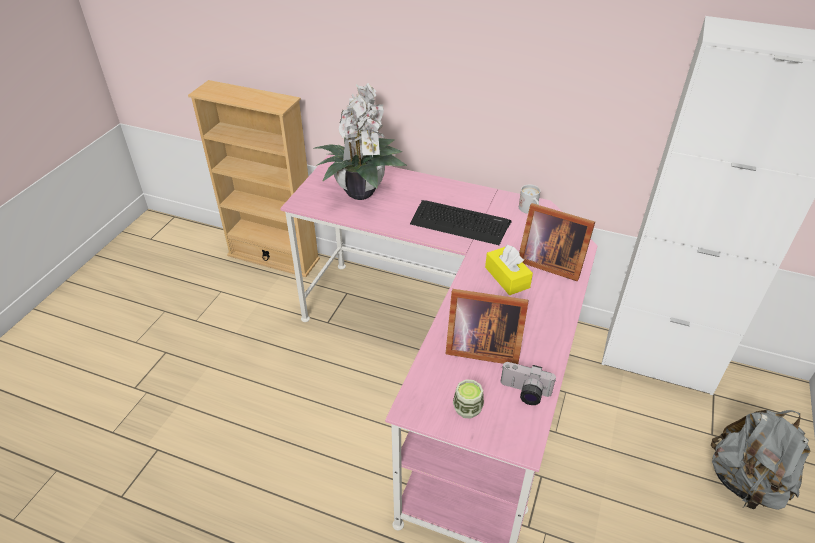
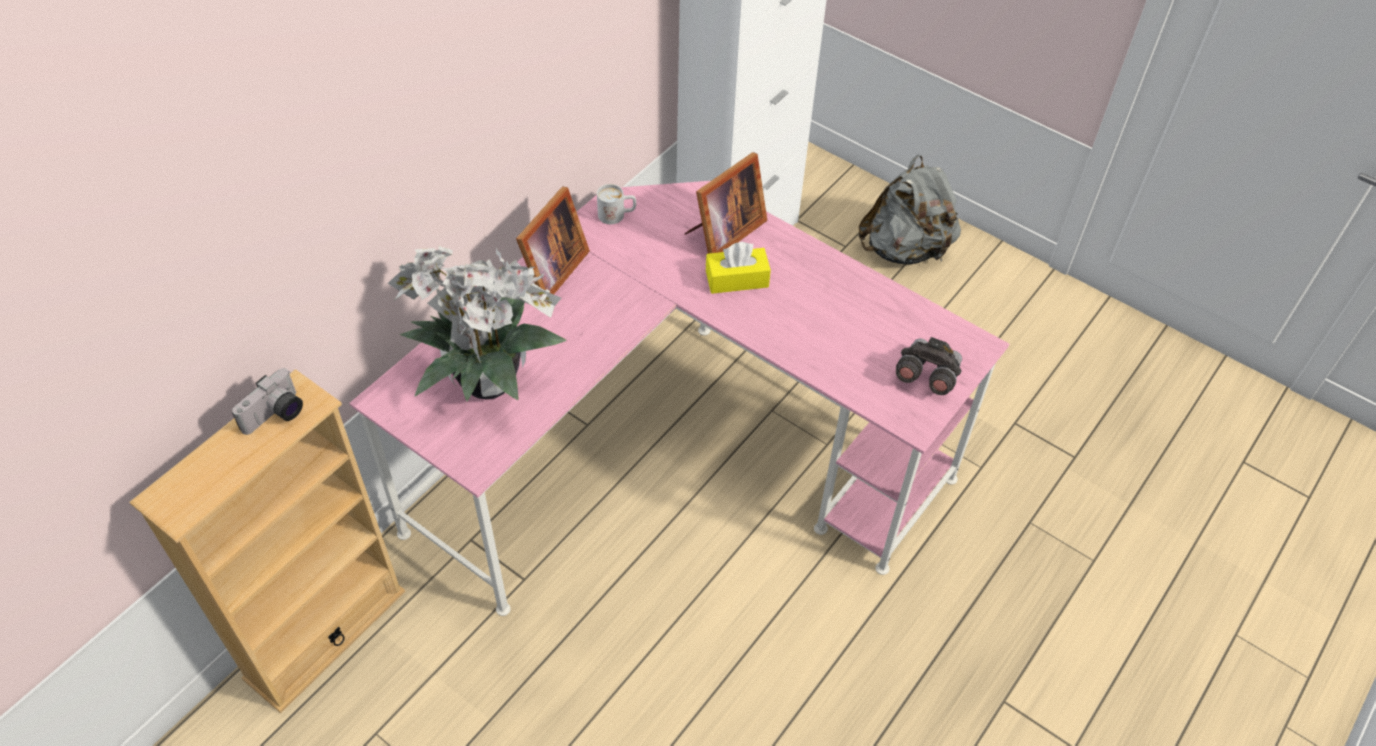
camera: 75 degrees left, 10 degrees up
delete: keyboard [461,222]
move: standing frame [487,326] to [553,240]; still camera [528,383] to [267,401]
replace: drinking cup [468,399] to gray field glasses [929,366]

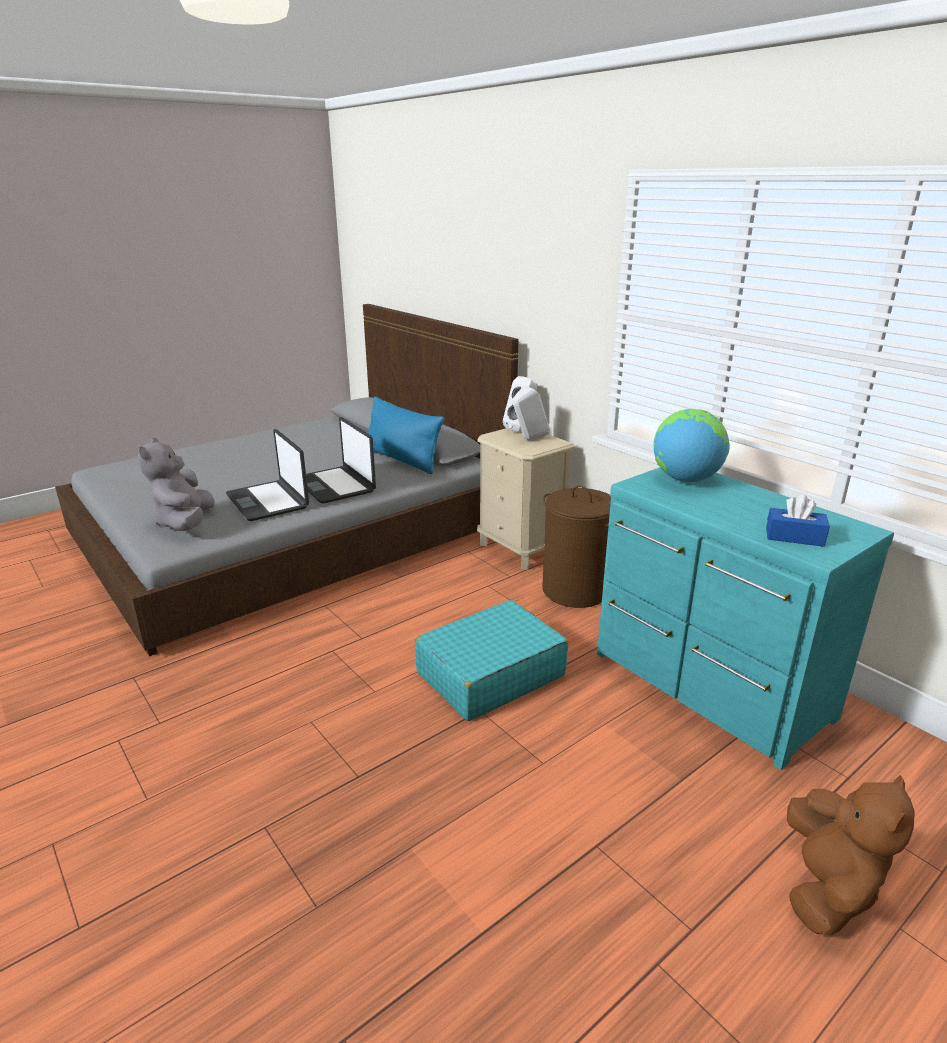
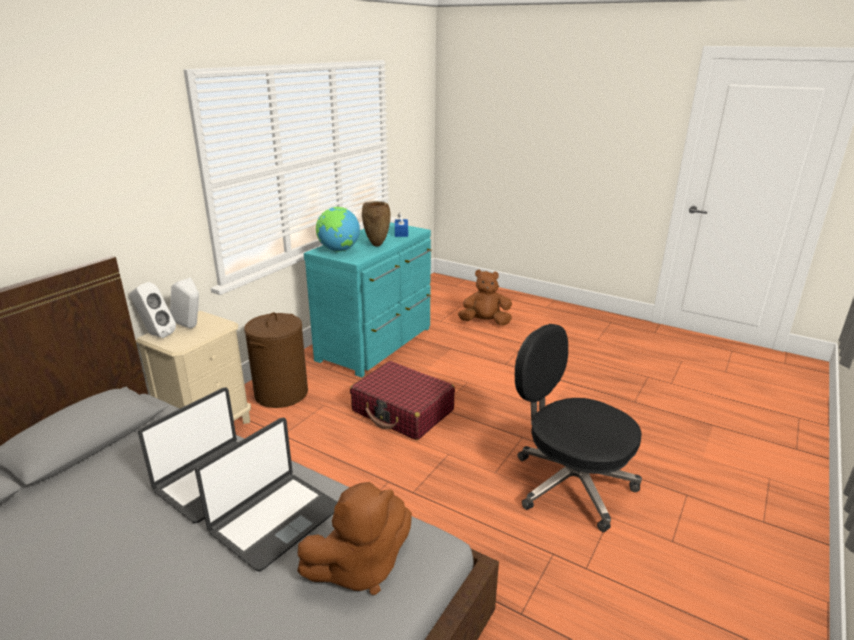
camera: 110 degrees left, 0 degrees up
delete: blue pillow [406,435]
insert: brown-coloured decorative vase [376,224]; black-coloured computer chair [578,428]
recolor: gray soft toy [176,484] to brown-coloured soft toy [354,538]; blue-green travel case [491,660] to red-coloured travel case [402,400]

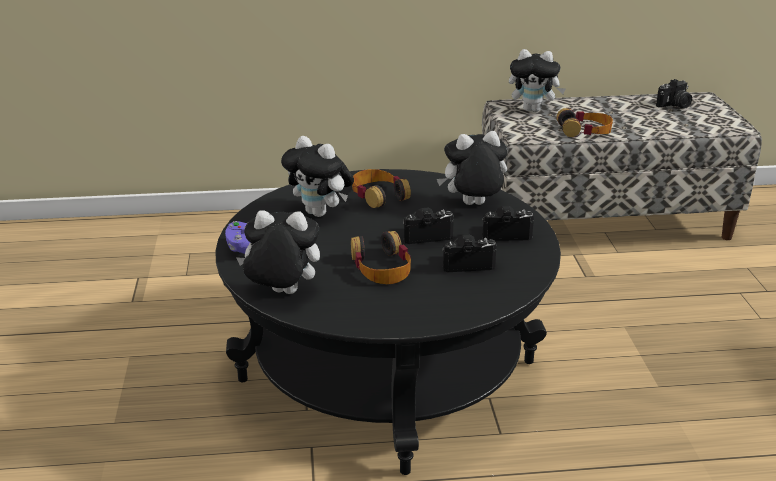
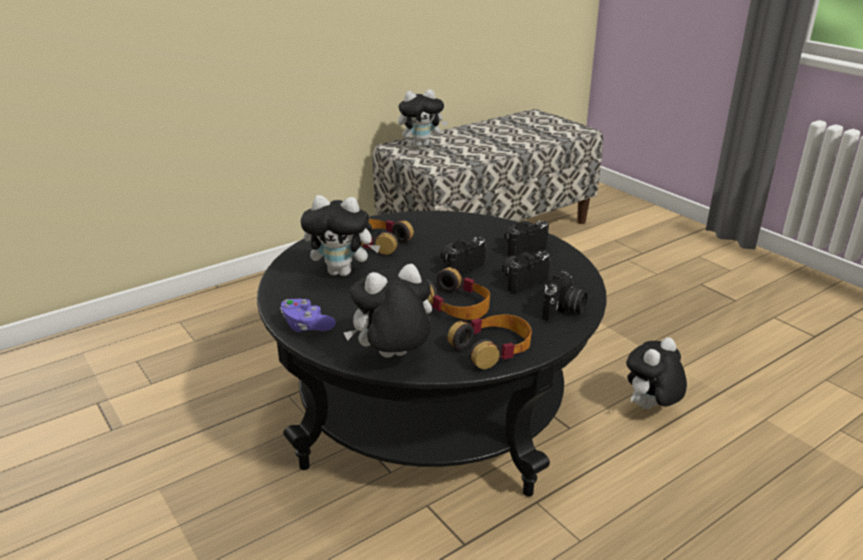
camera: 30 degrees left, 0 degrees up
move: soft toy [472,168] to [656,373]; pair of headphones [584,123] to [489,342]; still camera [674,93] to [564,296]

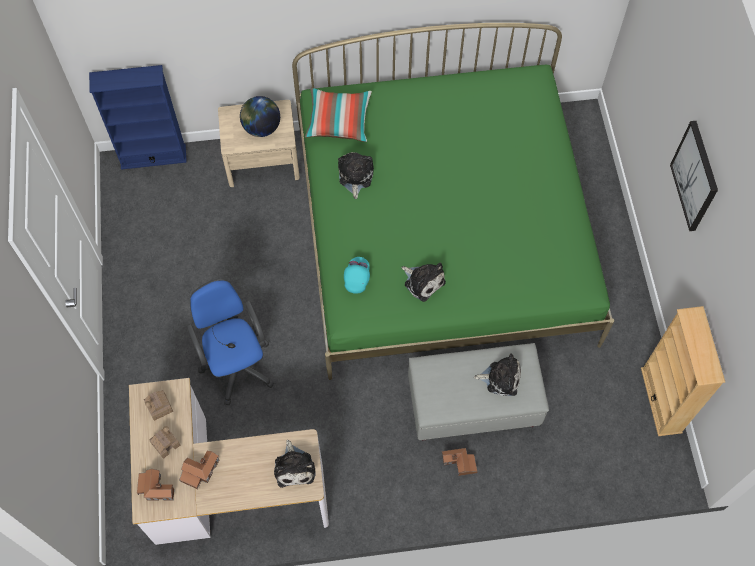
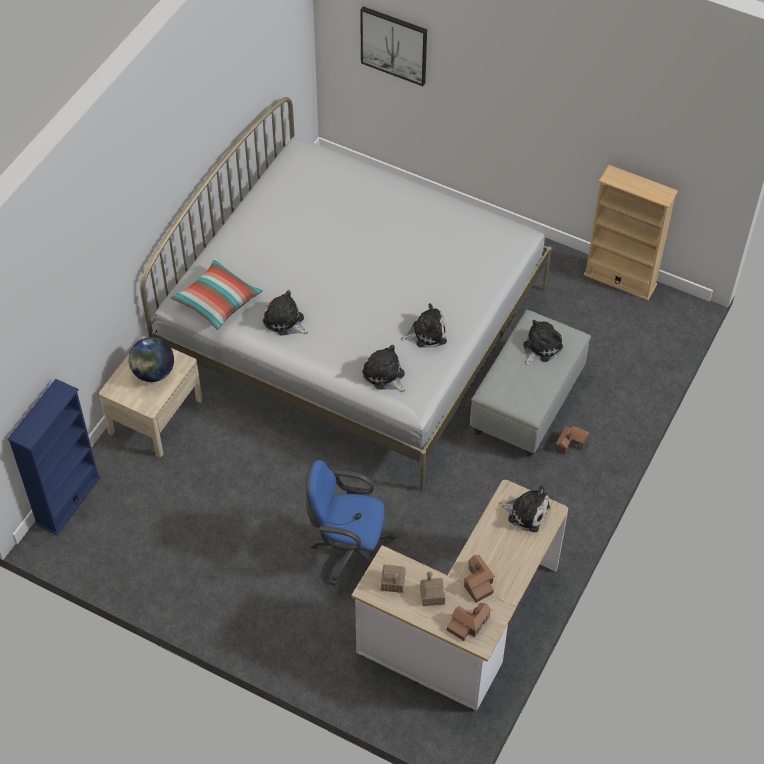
camera: 55 degrees left, 10 degrees down
move: picture [694,176] to [393,46]
replace: blue-green peaked cap [357,275] to soft toy [383,368]
recolor: green-coloured bed [453,201] to white bed [346,294]

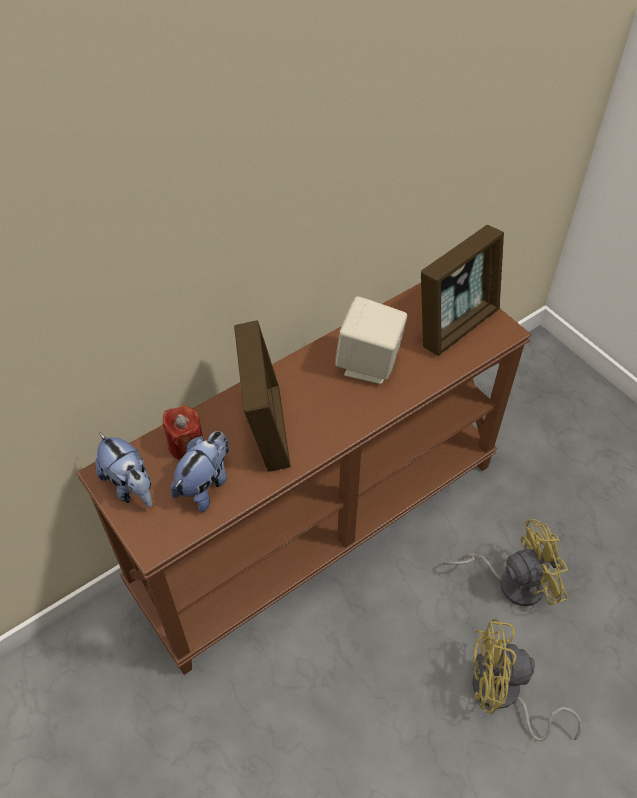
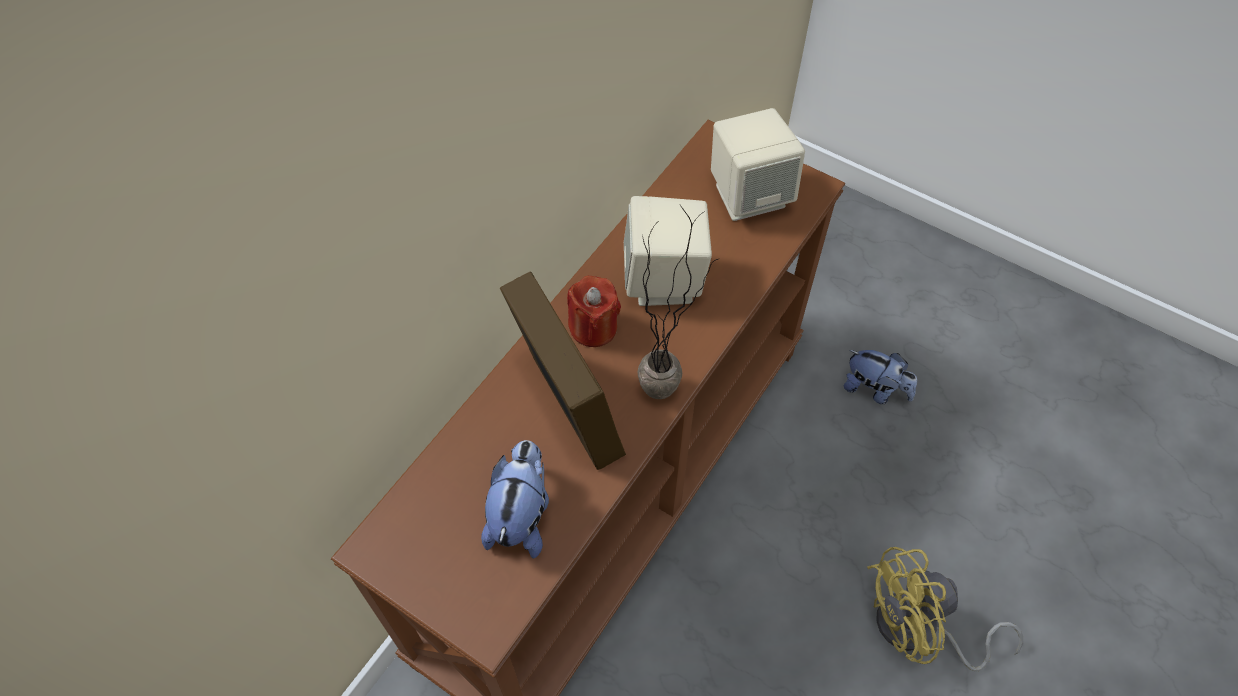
camera: 20 degrees left, 5 degrees up
delete: yellowish electric fan [505,562]
insert: houseplant [678,302]
move: soft toy [123,469] to [880,377]; red-coloured wax light [183,432] to [594,311]
replace: standing frame [462,290] to sand-coloured loudspeaker [758,164]

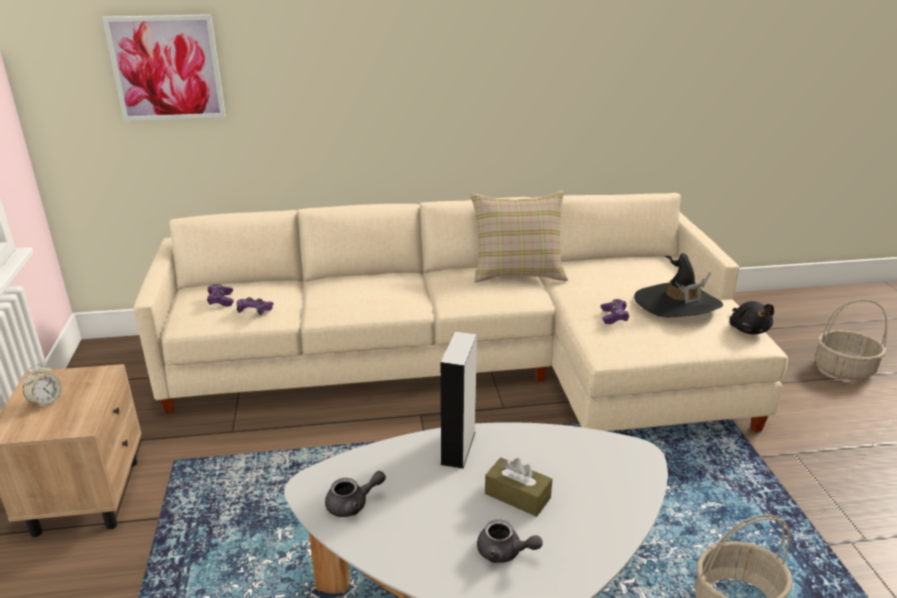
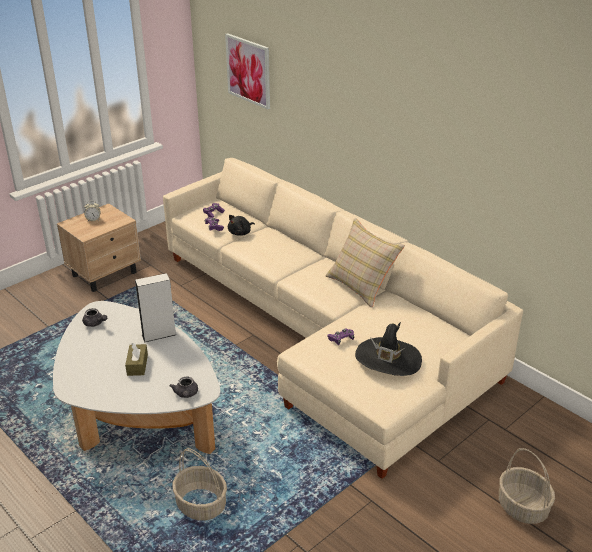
camera: 55 degrees right, 5 degrees up
move: gray tea pot [510,541] to [183,387]; black-coloured soft toy [751,317] to [241,225]

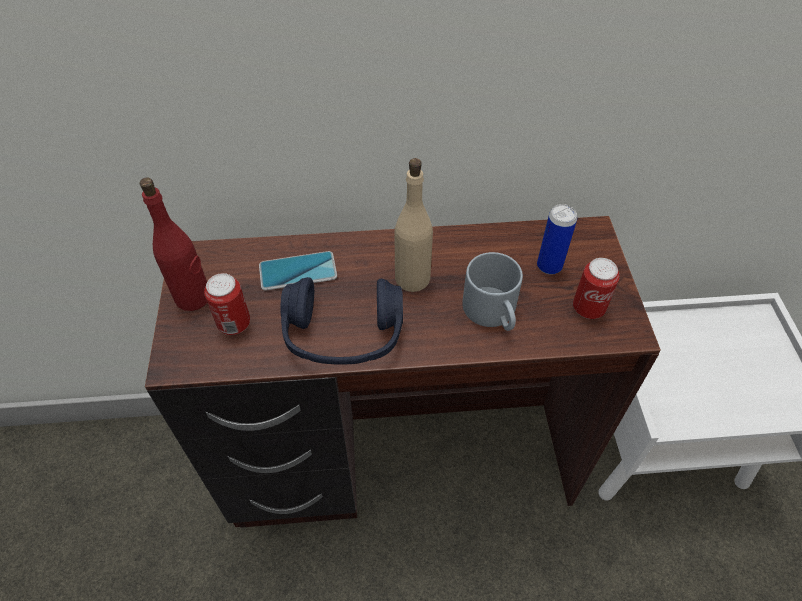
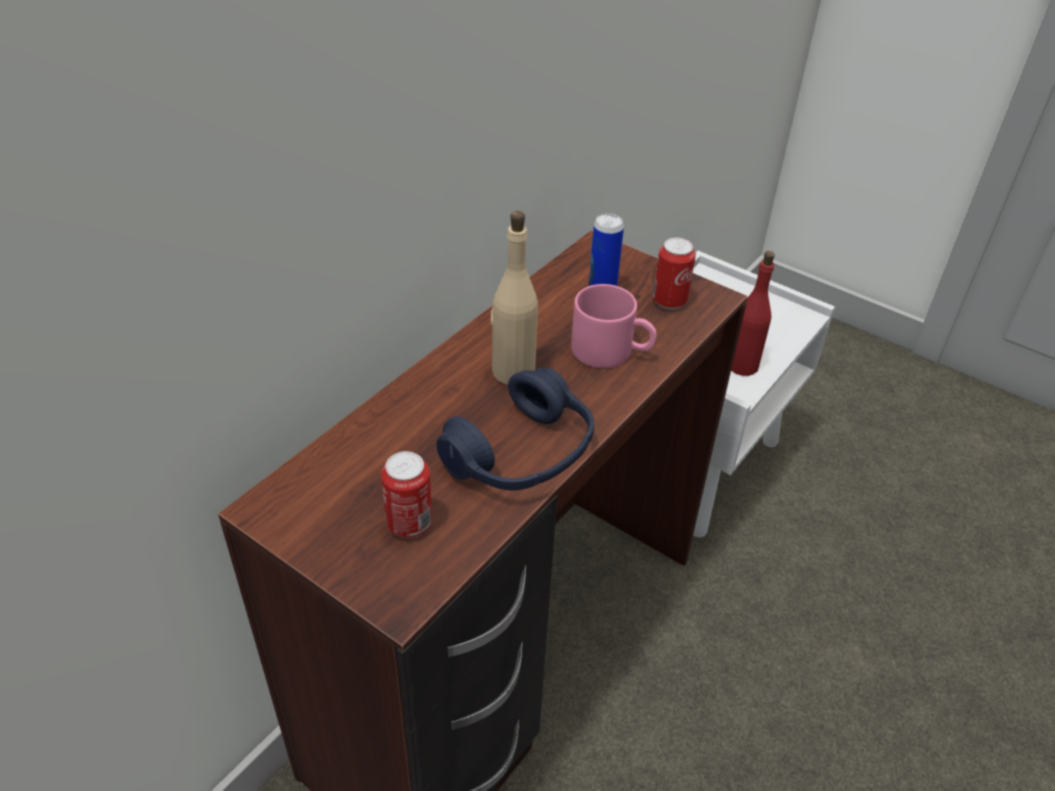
camera: 50 degrees left, 10 degrees down
delete: phone [298,271]
move: red-coloured drink bottle [173,244] to [753,313]
recolor: gray coffee mug [492,291] to pinkish coffee mug [613,326]

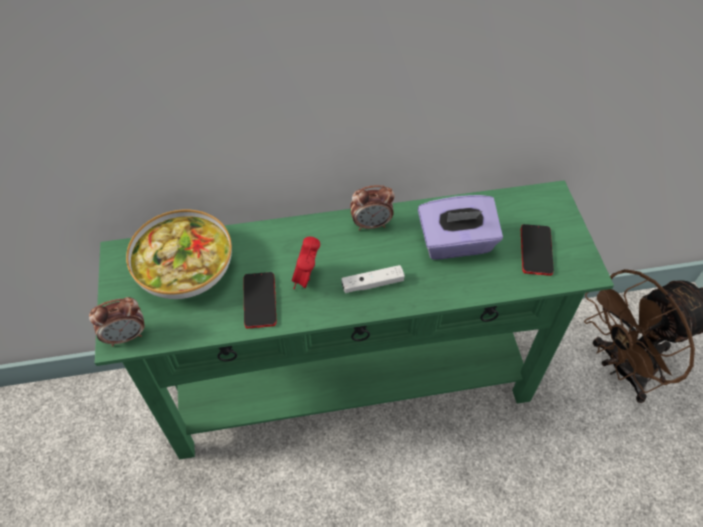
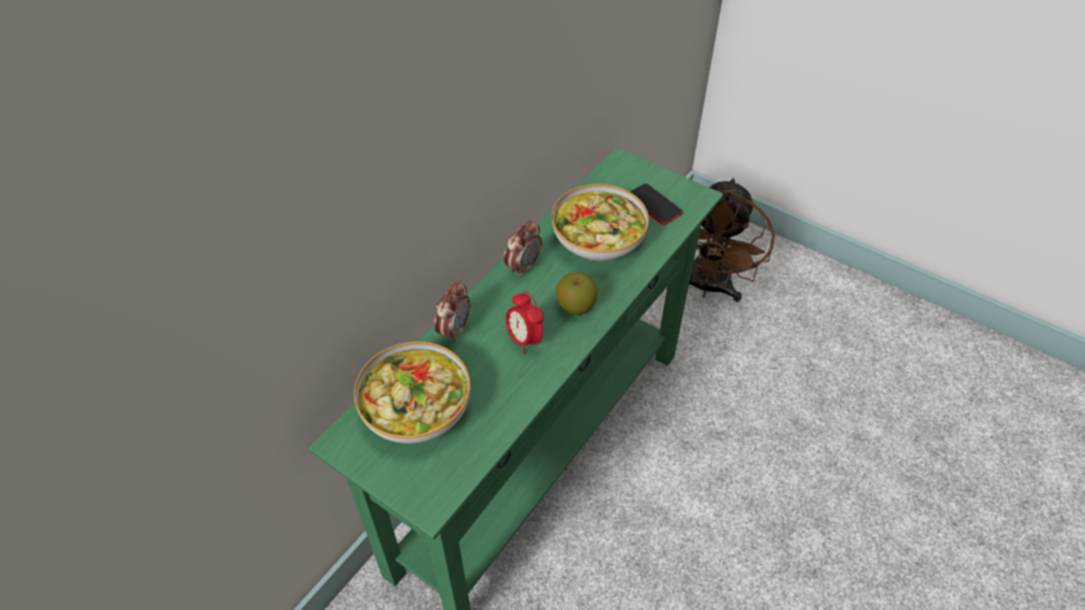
camera: 45 degrees left, 5 degrees down
delete: phone [259,300]
move: table clock [117,322] to [452,311]
replace: white gamepad [373,279] to apple fruit [577,293]; purple box of tissues [460,227] to bowl [600,222]

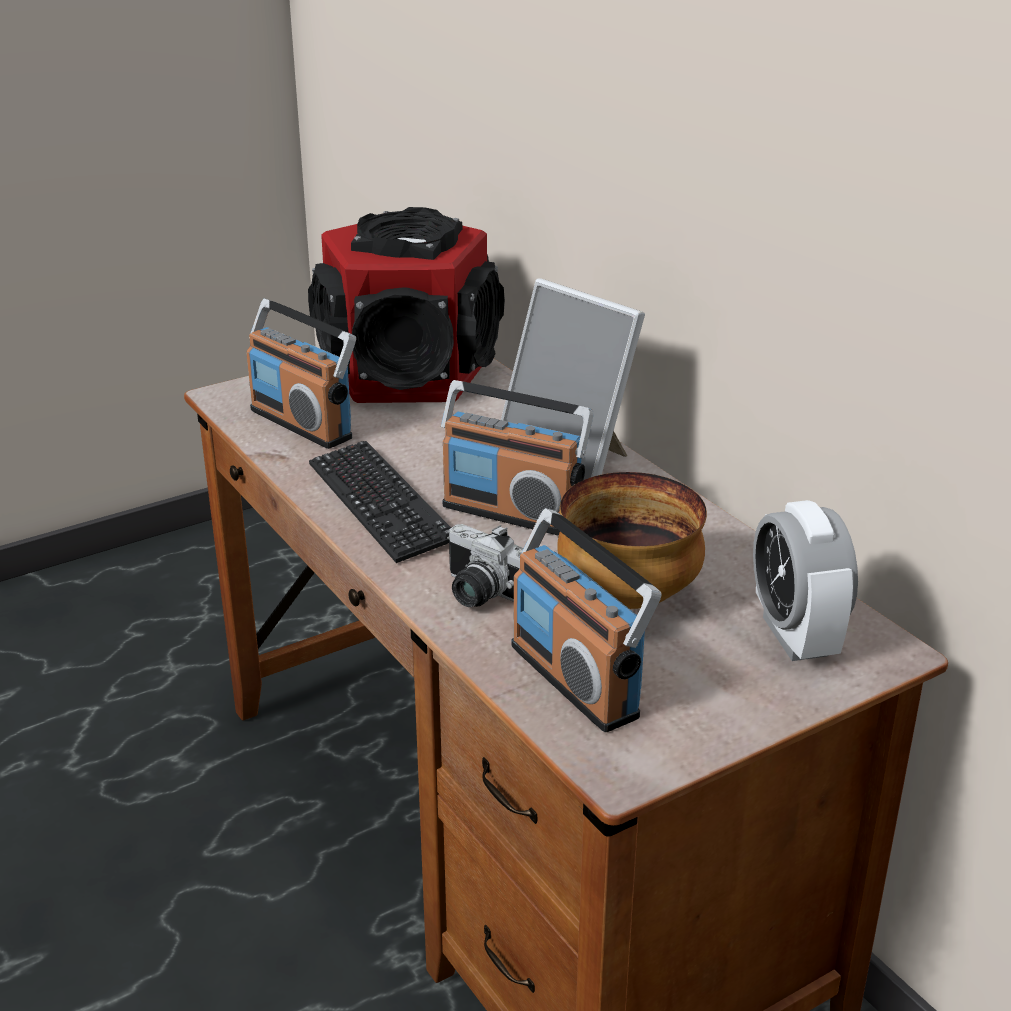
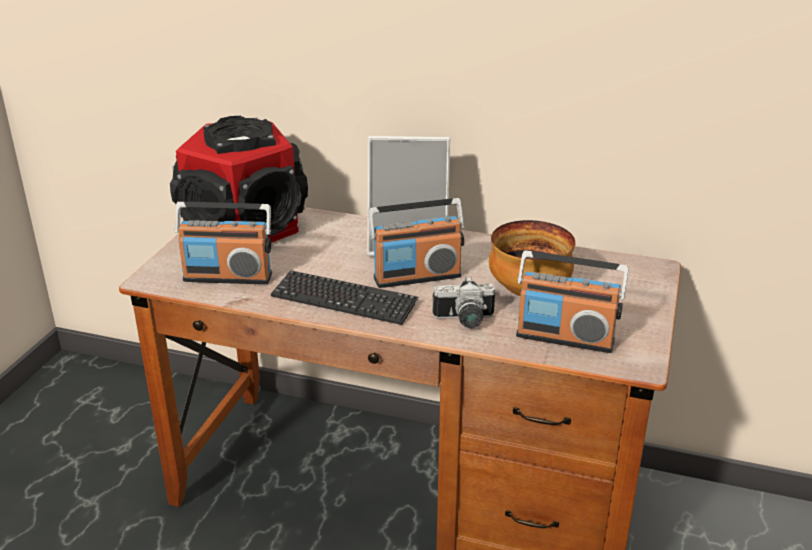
camera: 40 degrees left, 0 degrees up
delete: table clock [805,580]

